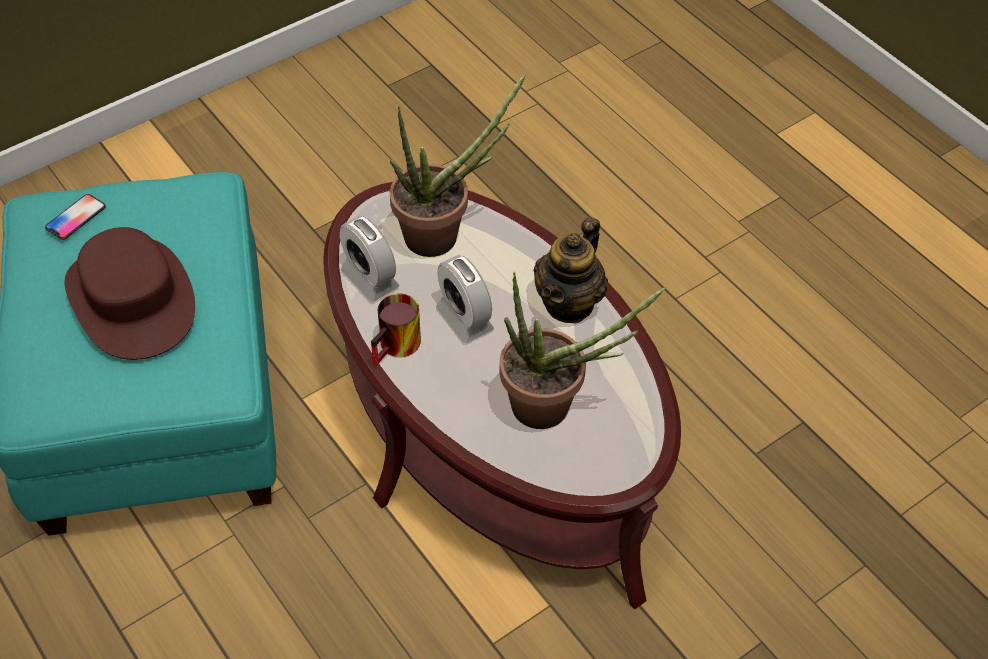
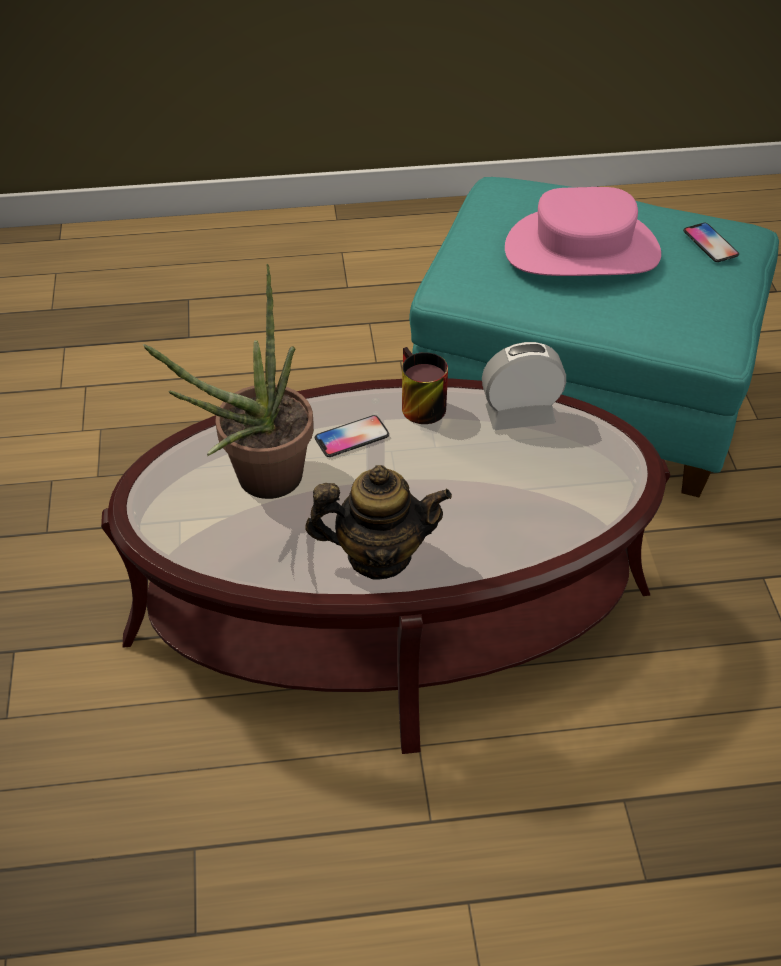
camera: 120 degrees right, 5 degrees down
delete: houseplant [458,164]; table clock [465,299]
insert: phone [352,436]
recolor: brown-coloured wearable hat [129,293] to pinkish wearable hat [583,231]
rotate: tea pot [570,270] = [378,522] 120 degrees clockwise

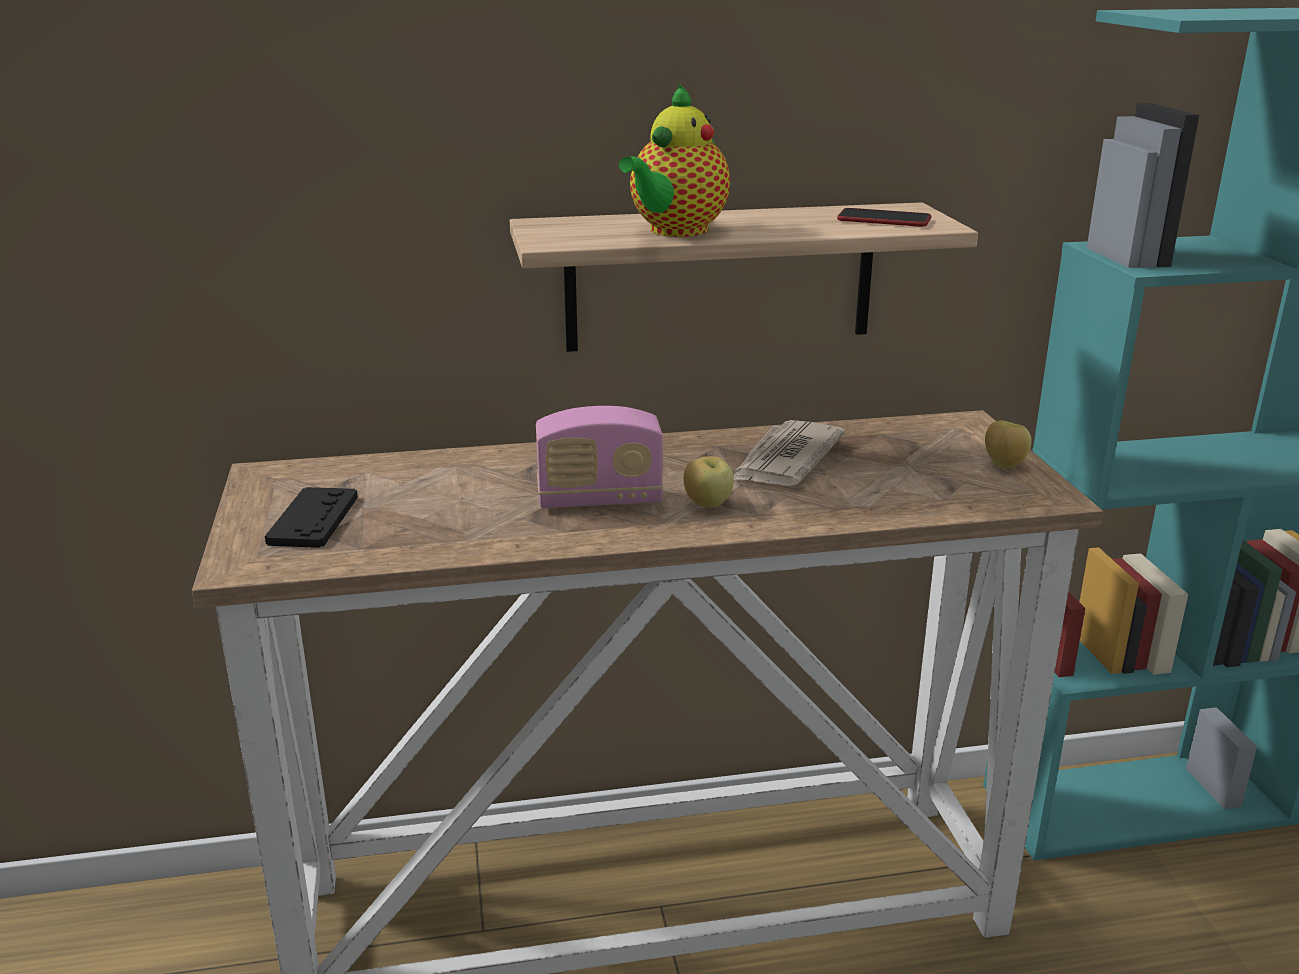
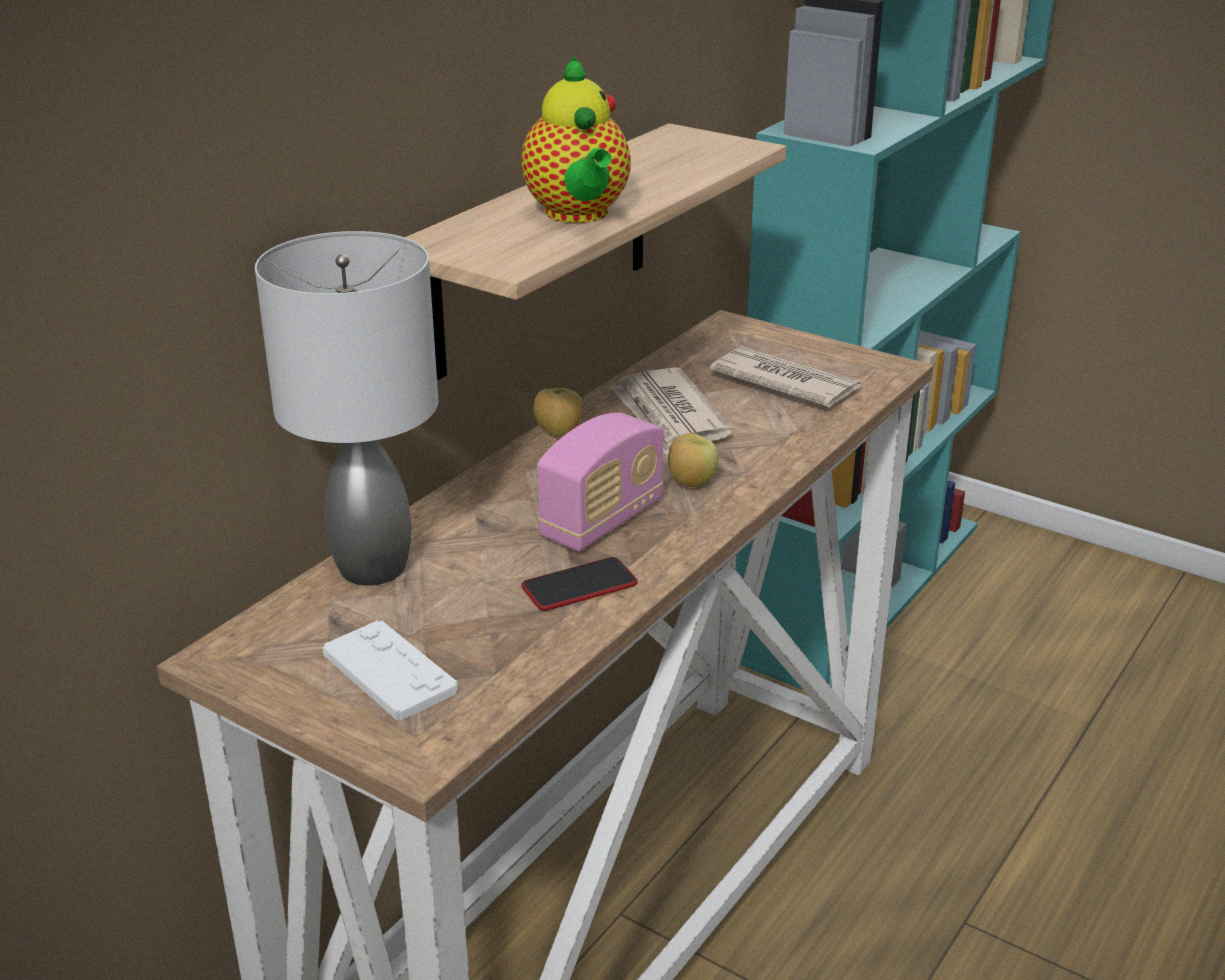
camera: 45 degrees left, 5 degrees up
insert: gray lamp for a table [347,408]; daily paper [785,376]
move: phone [884,217] to [579,584]; apple fruit [1008,444] to [557,412]
recolor: black-coloured gamepad [311,517] to white gamepad [390,670]

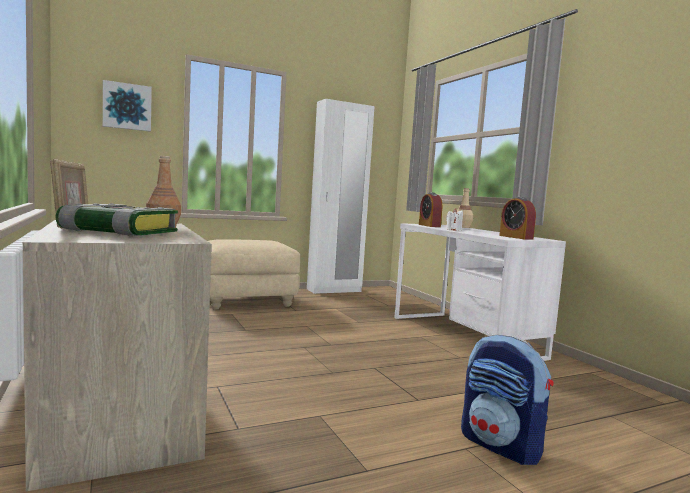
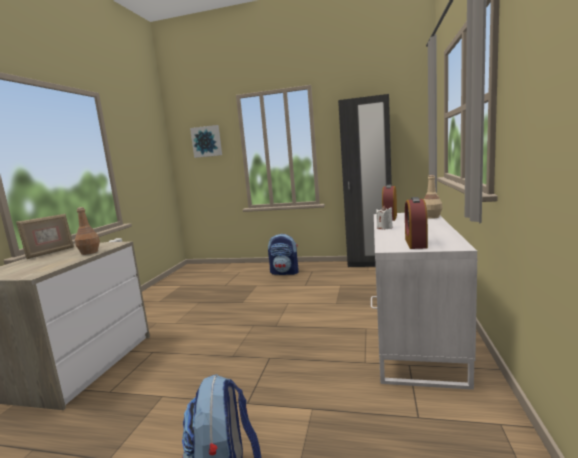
camera: 40 degrees right, 5 degrees up
delete: volume [117,220]
replace: sand-coloured pouffe [254,274] to rucksack [283,254]
recolor: white clothes cupboard [341,196] to black-coloured clothes cupboard [365,180]

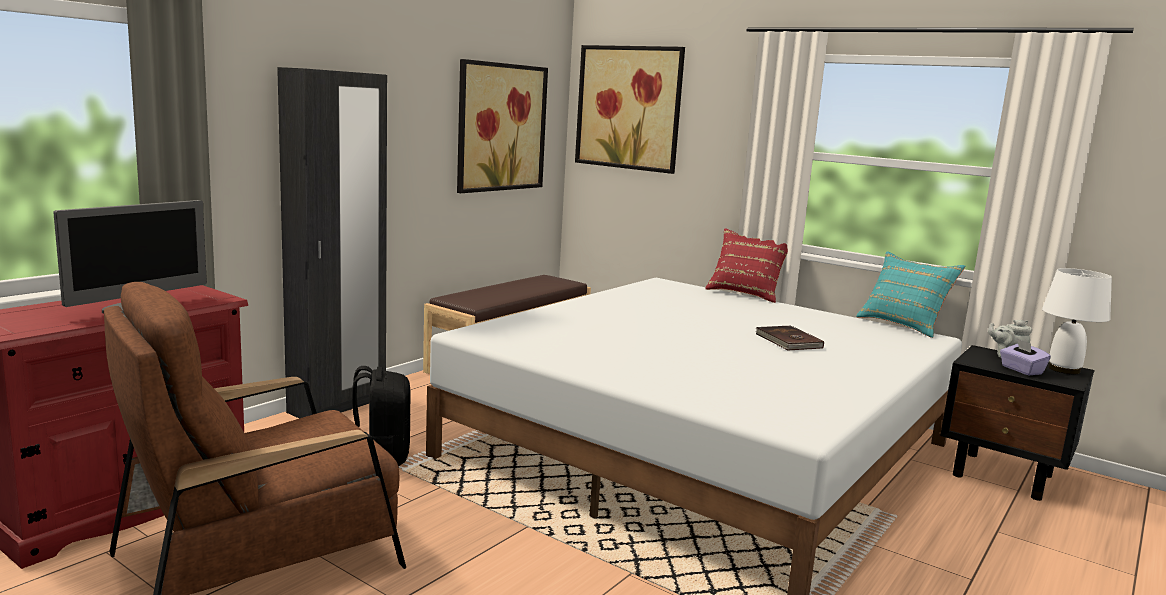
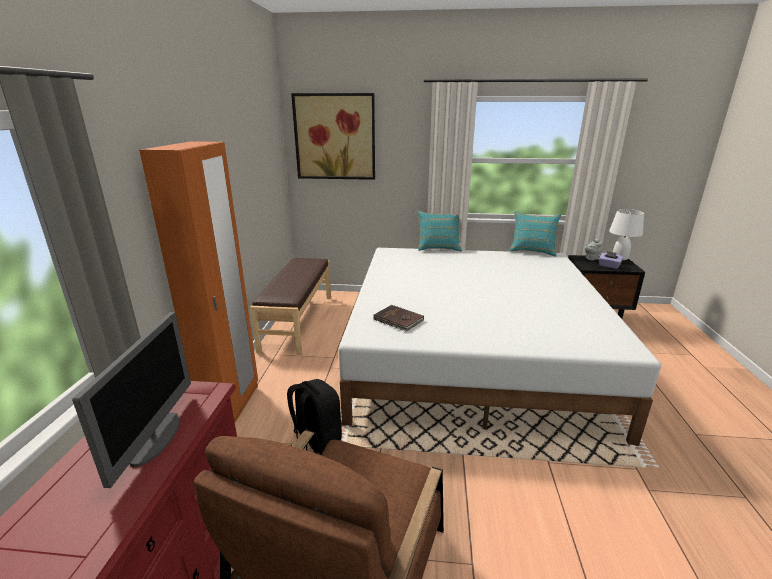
camera: 30 degrees left, 10 degrees up
delete: picture [502,126]
move: brown-coloured volume [789,338] to [398,318]
recolor: black-coloured clothes cupboard [332,242] to orangey clothes cupboard [198,281]; red-coloured pillow [746,265] to blue-green pillow [439,230]

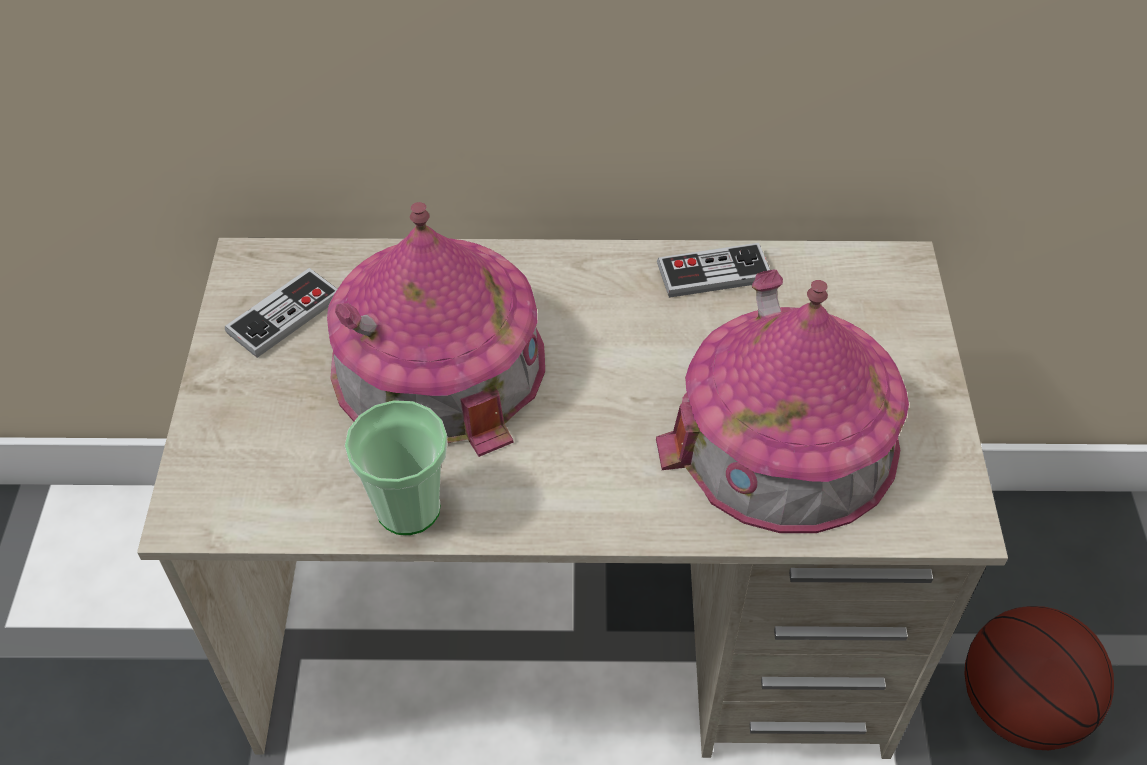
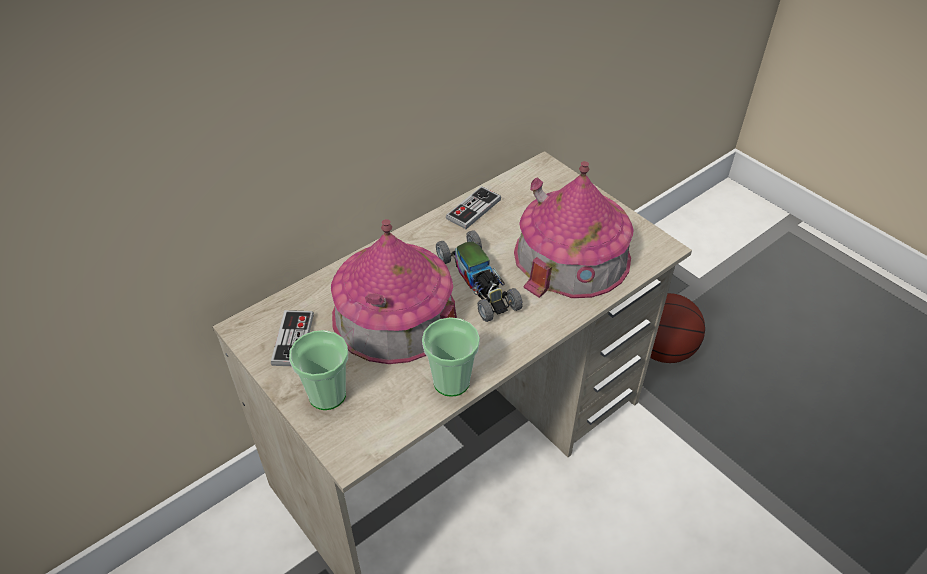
camera: 40 degrees left, 5 degrees down
insert: drinking cup [318,370]; model car [479,276]

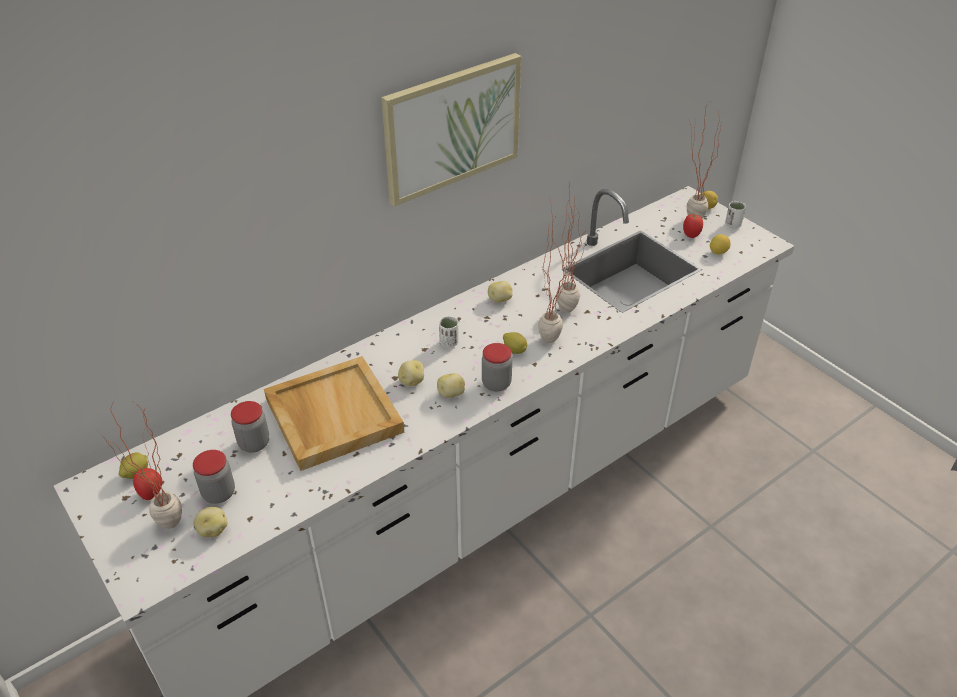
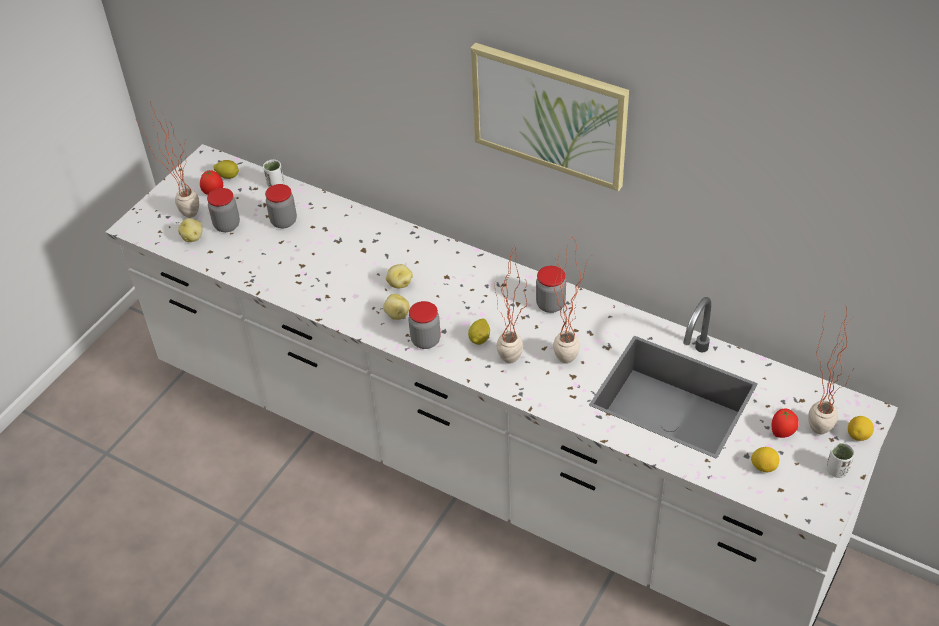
camera: 70 degrees right, 5 degrees up
delete: sand-coloured carrying tray [334,413]
move: white drinking cup [449,332] to [273,173]
replace: whole potato [500,292] to jar [551,289]

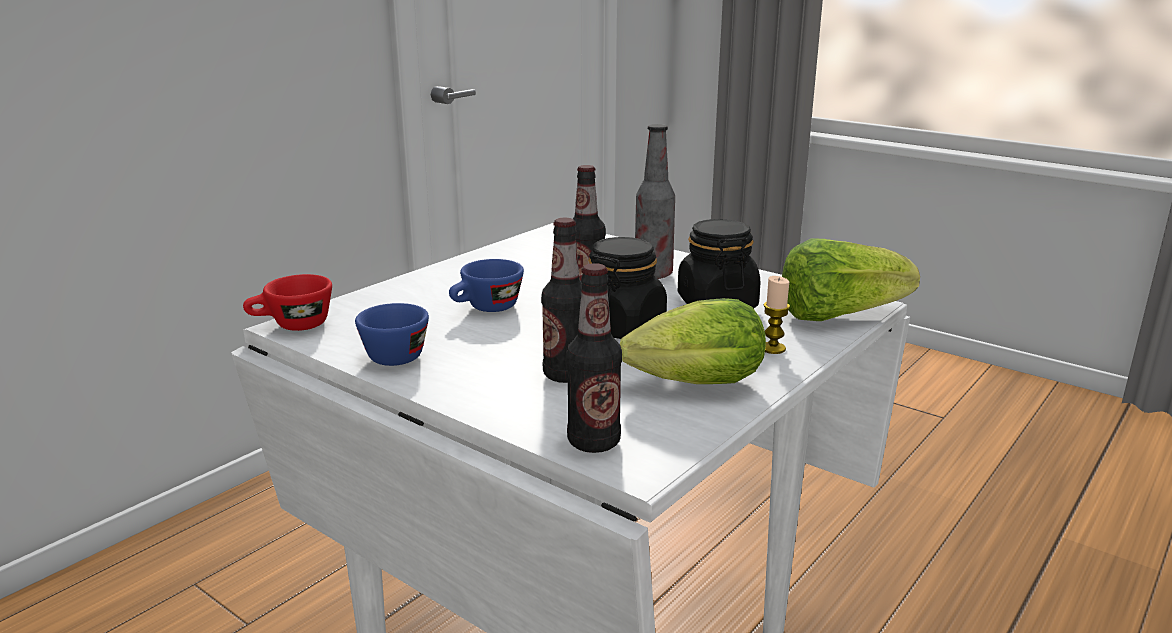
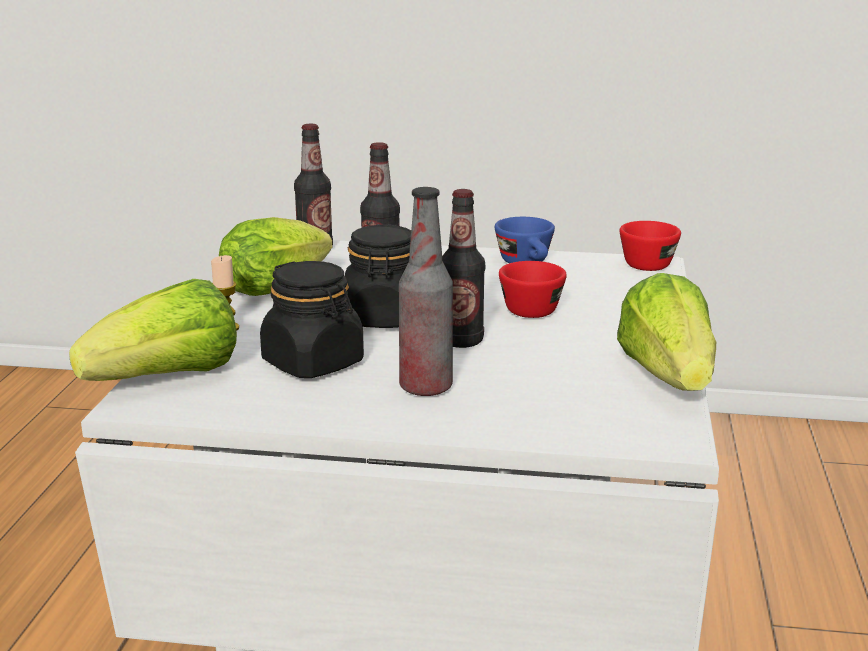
camera: 150 degrees right, 0 degrees up
insert: lettuce [666,332]
recolor: blue drinking cup [486,285] to red-coloured drinking cup [533,289]

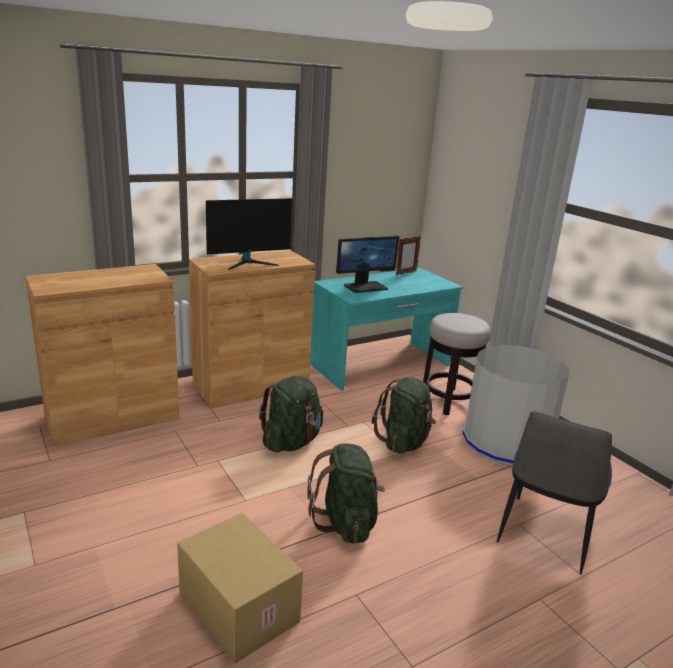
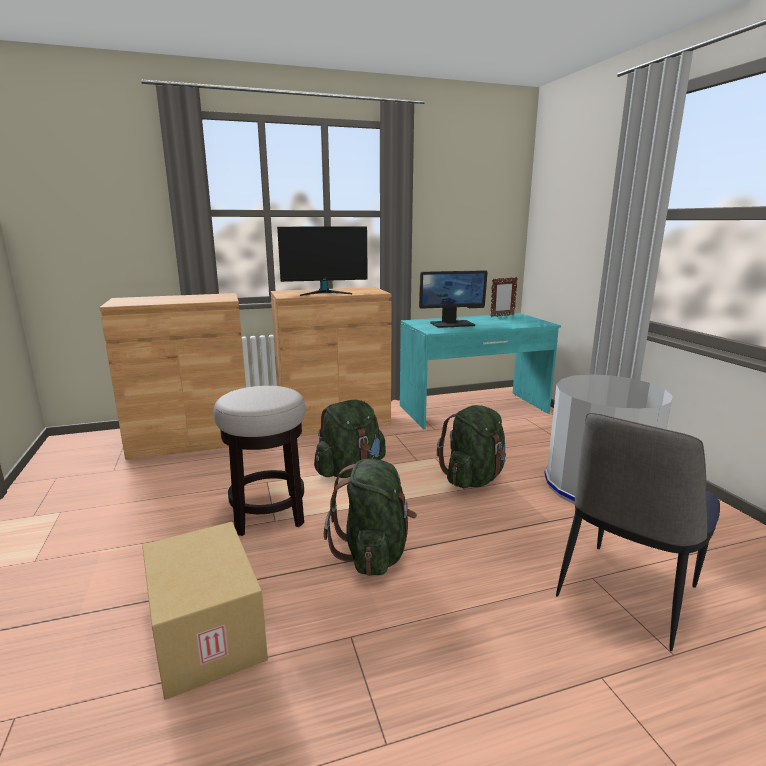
camera: 15 degrees right, 5 degrees down
move: sitting stool [457,364] to [259,461]

